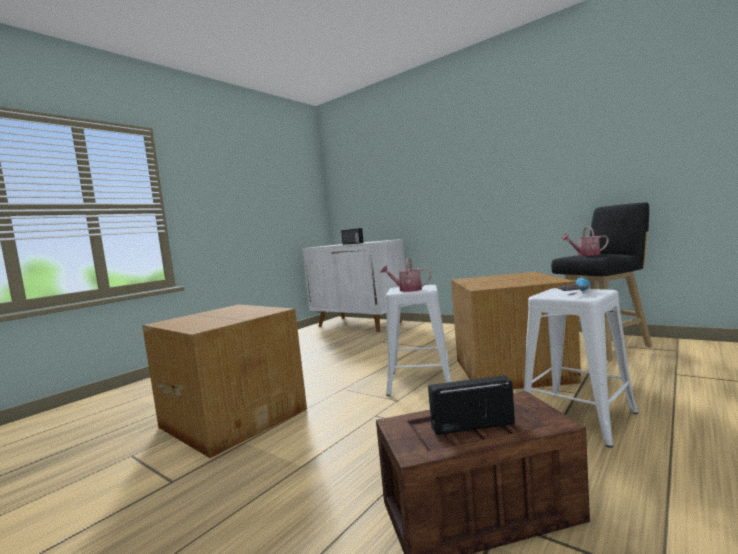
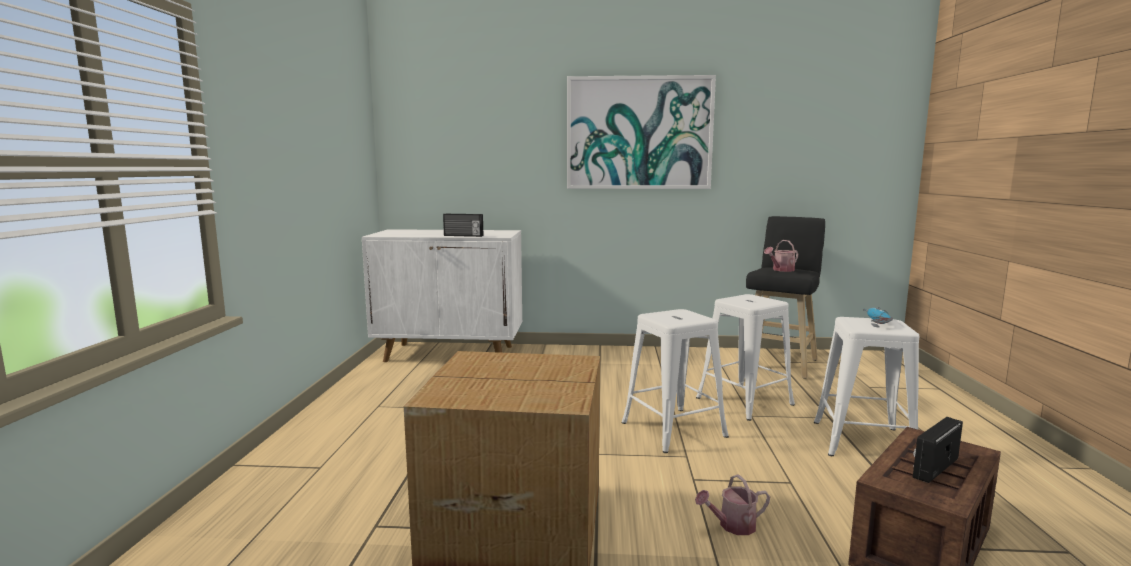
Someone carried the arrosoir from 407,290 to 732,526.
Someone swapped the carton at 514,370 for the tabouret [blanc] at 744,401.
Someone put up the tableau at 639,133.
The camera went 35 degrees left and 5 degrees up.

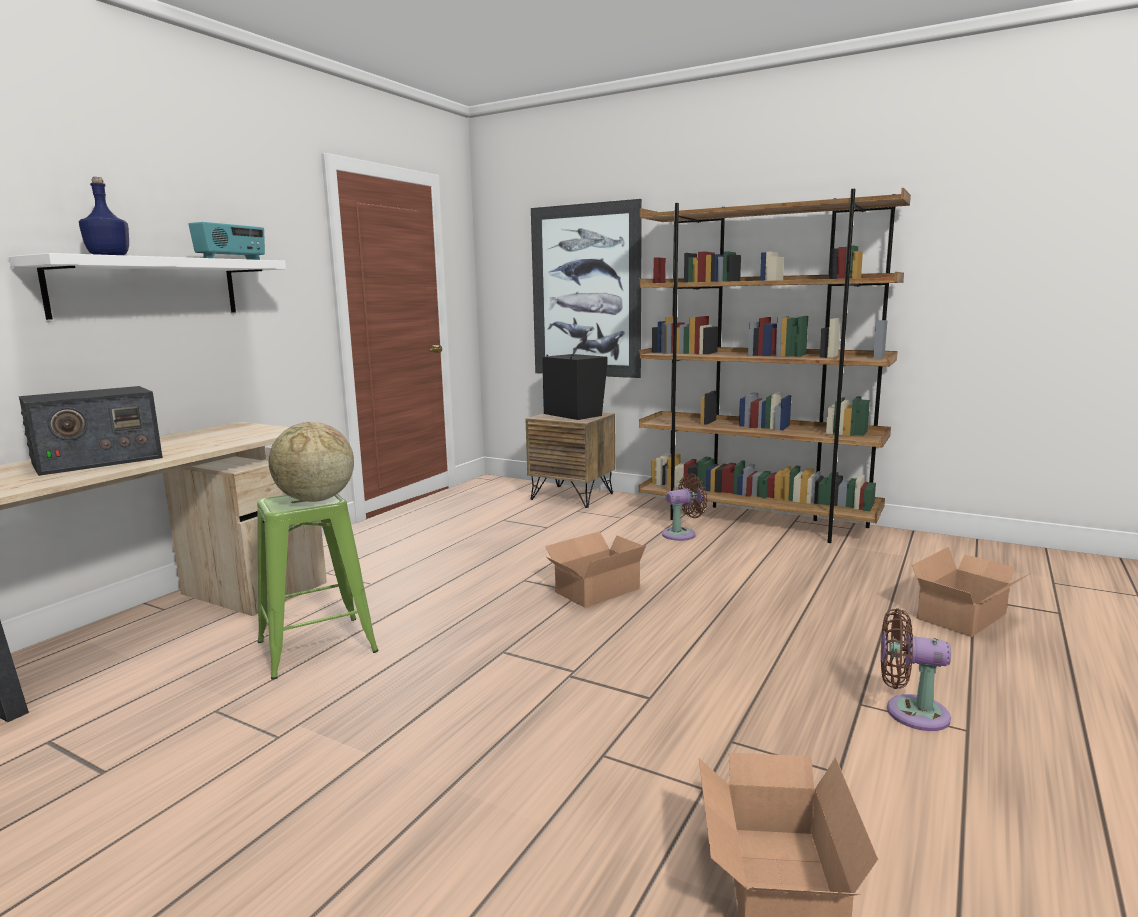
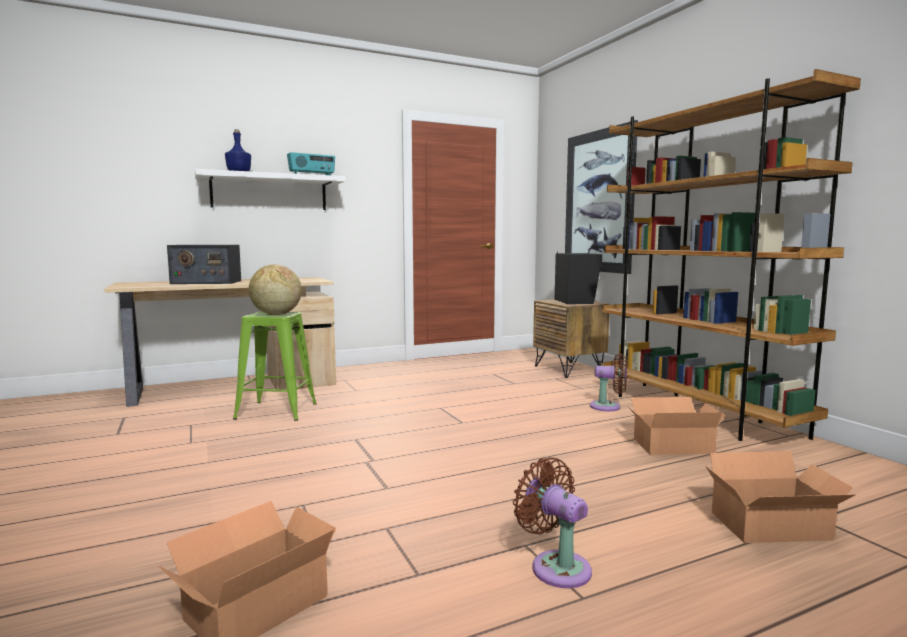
Someone carried the carton from 594,590 to 670,445.
The camera went 35 degrees right and 5 degrees down.

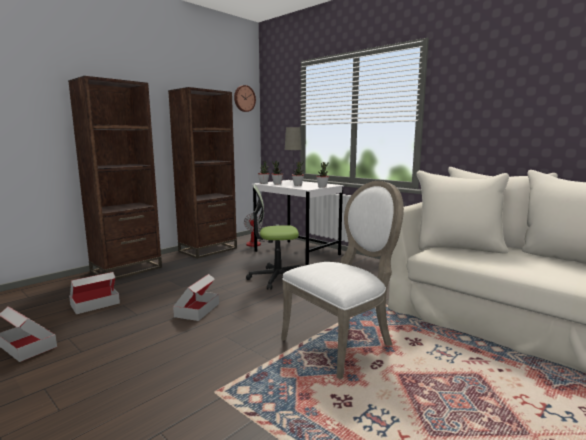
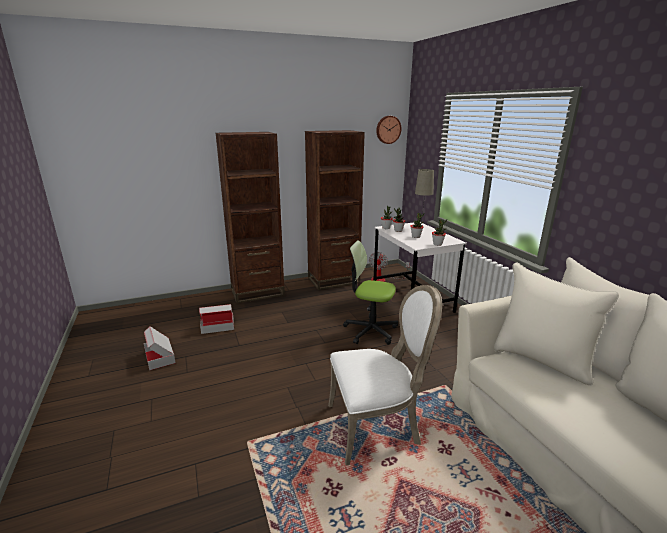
Someone took away the carton at 197,310.
The camera went 25 degrees right and 10 degrees up.

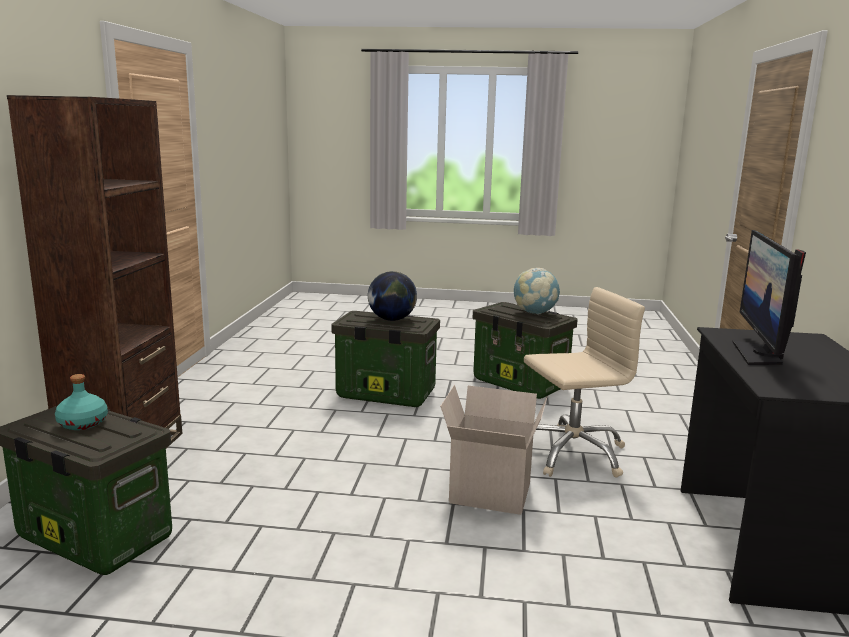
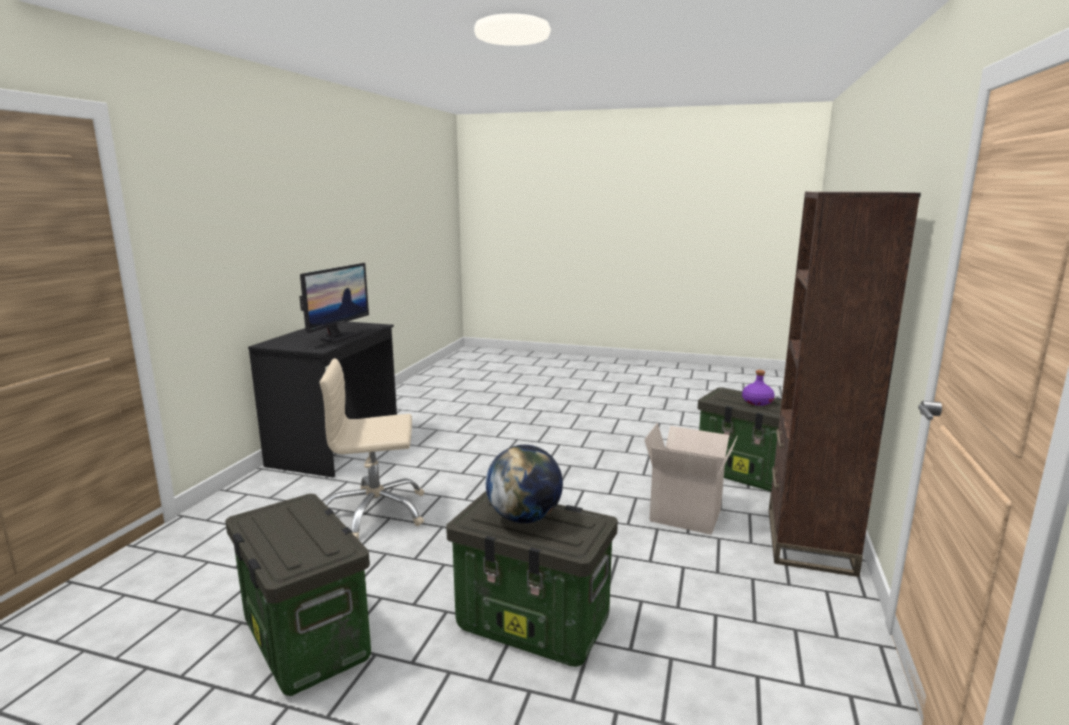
Someone repainted the bouteille [turquoise] at 83,423, which became the bouteille [violet] at 757,402.
Someone carried the carton from 488,494 to 687,514.
Someone took away the globe at 534,313.
The camera went 170 degrees left and 0 degrees up.

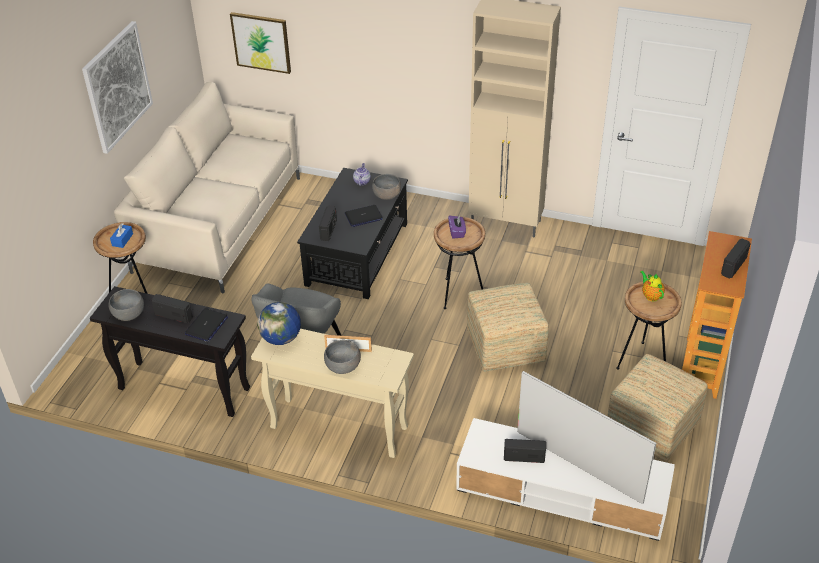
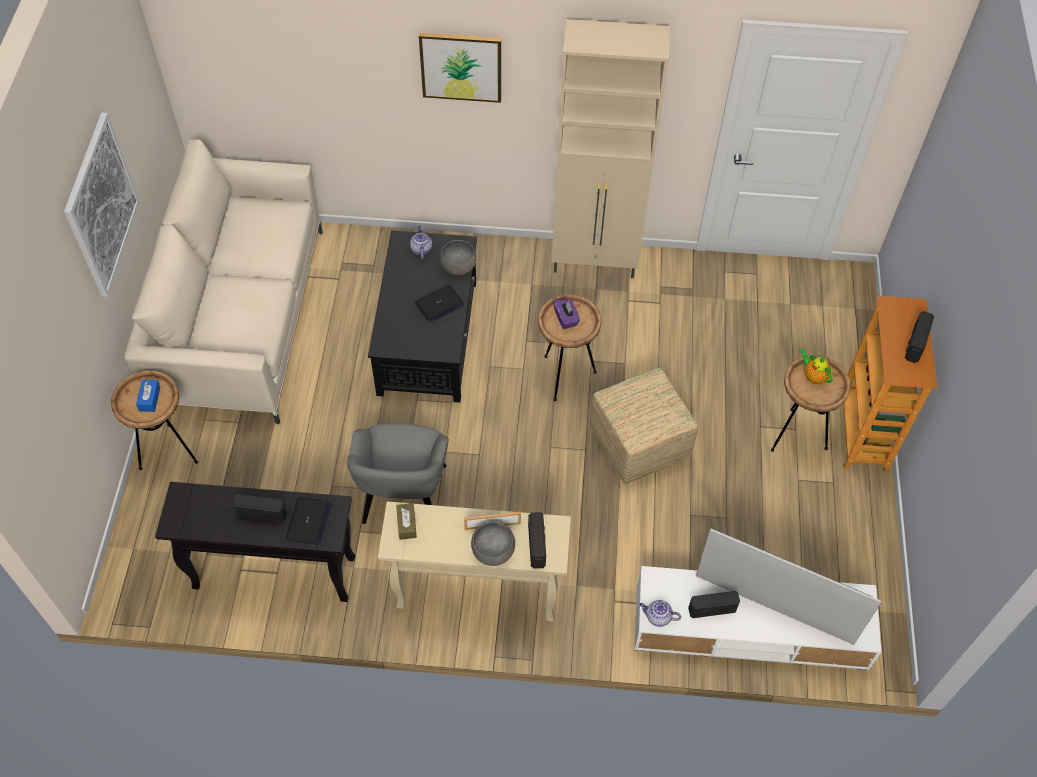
Someone took away the bol [gris] at 129,314.
Someone carried the tableau from 261,42 to 461,66.
Someone swapped the globe at 281,338 for the boîte à mouchoirs [marron] at 406,524.
Someone carried the radio from 328,230 to 537,546.
Someone took away the pouf at 652,426.
Someone put down the théière at 657,617.
The camera went 15 degrees left and 15 degrees up.

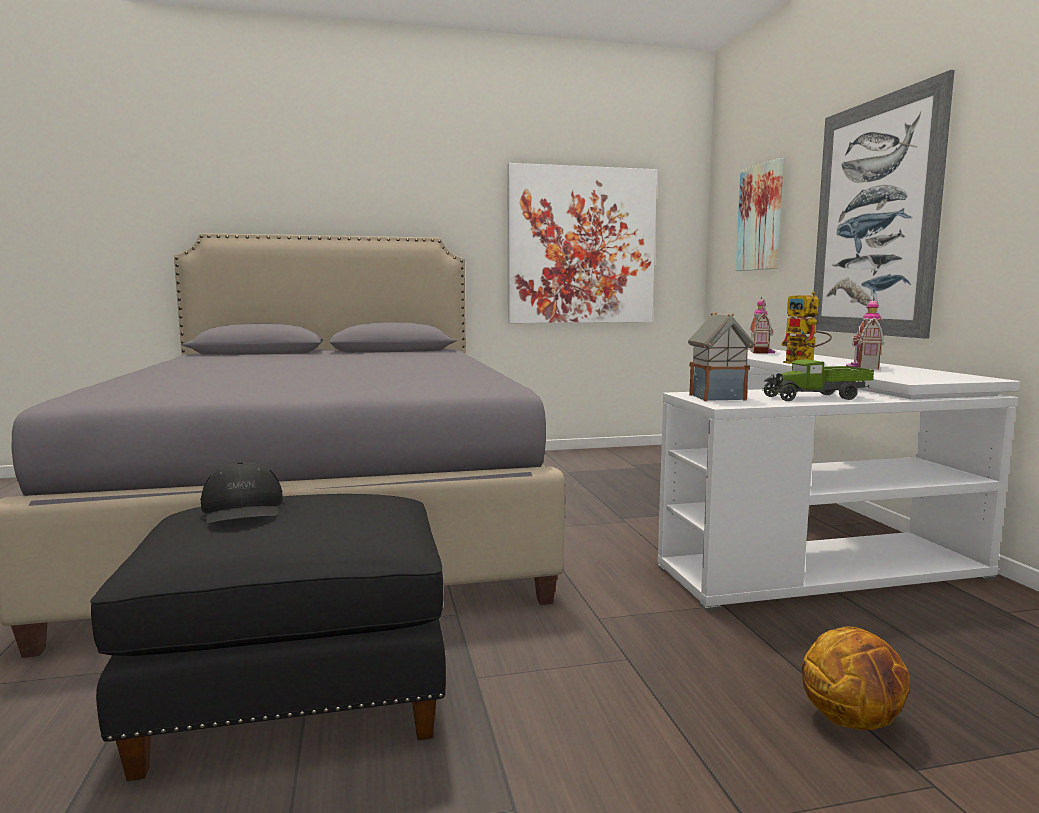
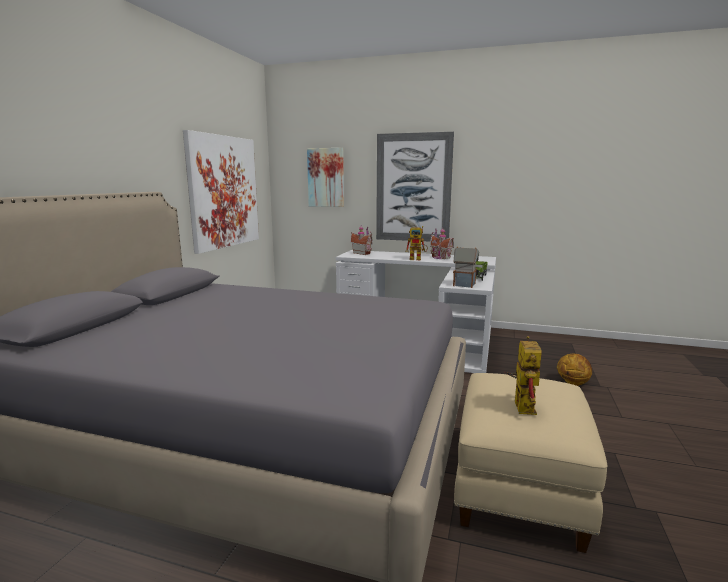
Someone repainted the pouf [noir] at 298,694, which became the pouf [beige] at 517,488.
Someone swapped the casquette [noir] at 243,509 for the robot jouet at 520,405.
The camera went 60 degrees left and 5 degrees up.

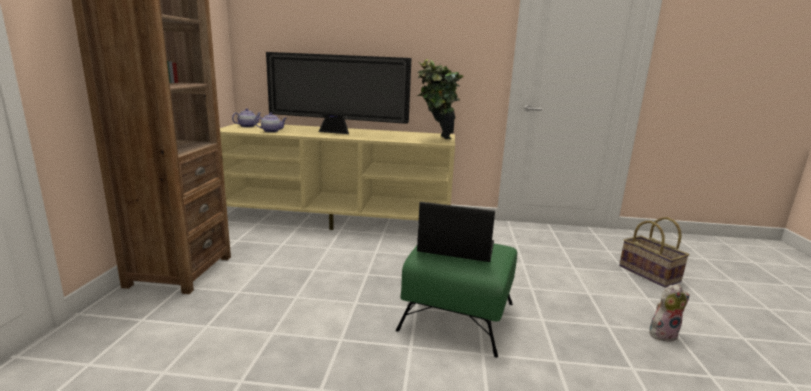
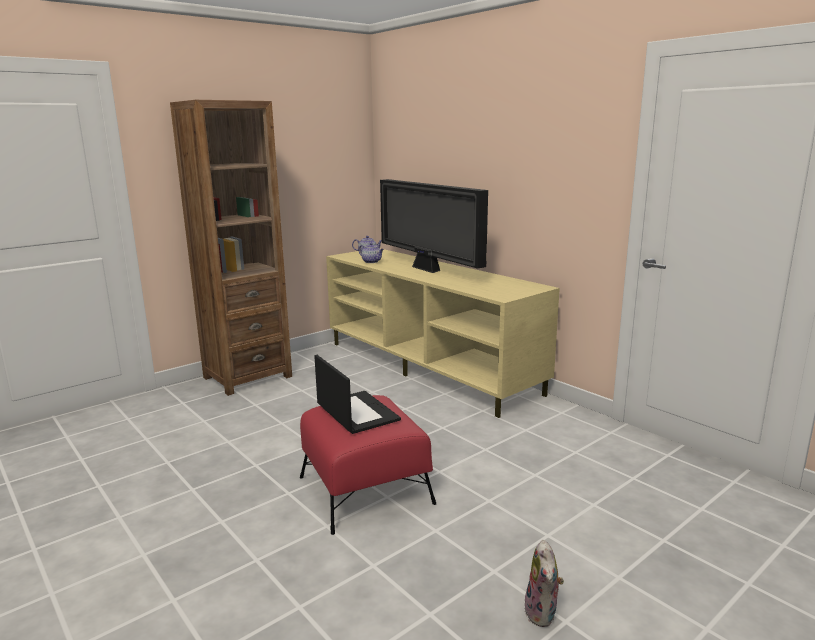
Someone repainted the pouf [vert] at 456,316, which became the pouf [rouge] at 365,489.
Someone took away the plante en pot at 436,140.
Someone took away the panier at 649,274.
Someone rotated the peluche at 662,334 by 60 degrees clockwise.
The camera went 45 degrees right and 0 degrees up.

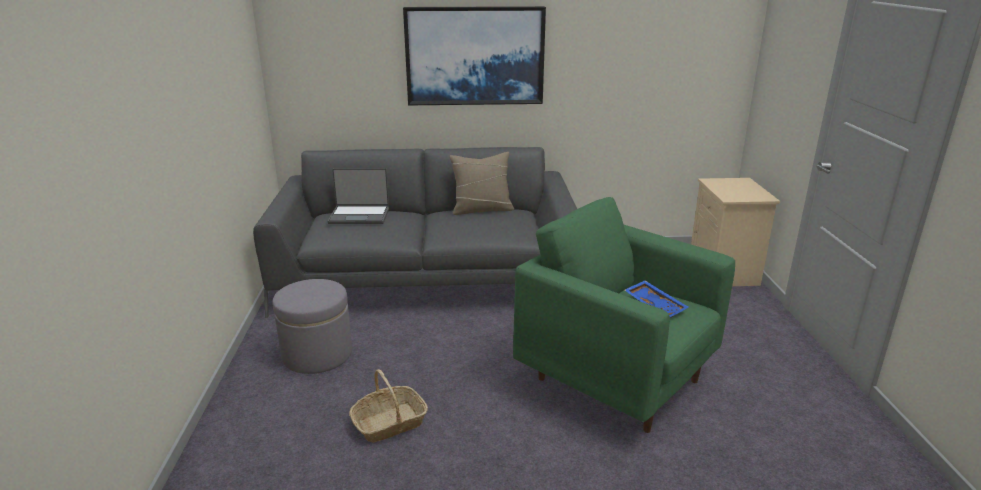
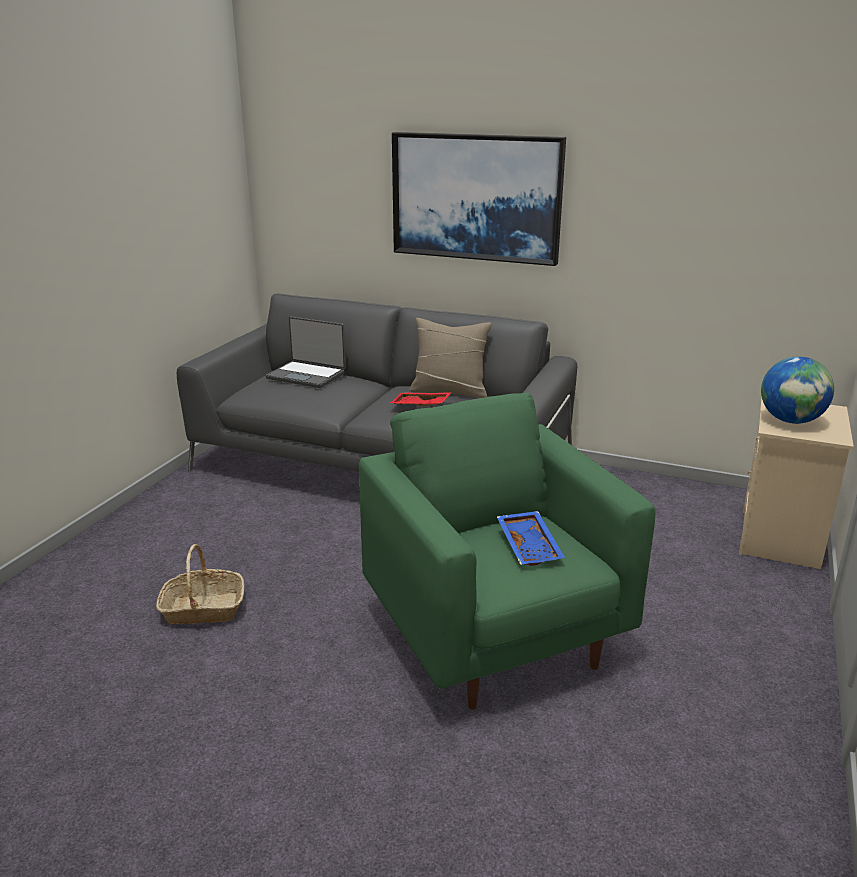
Someone took away the pouf [gris] at 317,354.
Someone put down the plateau [rouge] at 420,406.
Someone put down the globe at 791,421.
The camera went 25 degrees right and 0 degrees up.

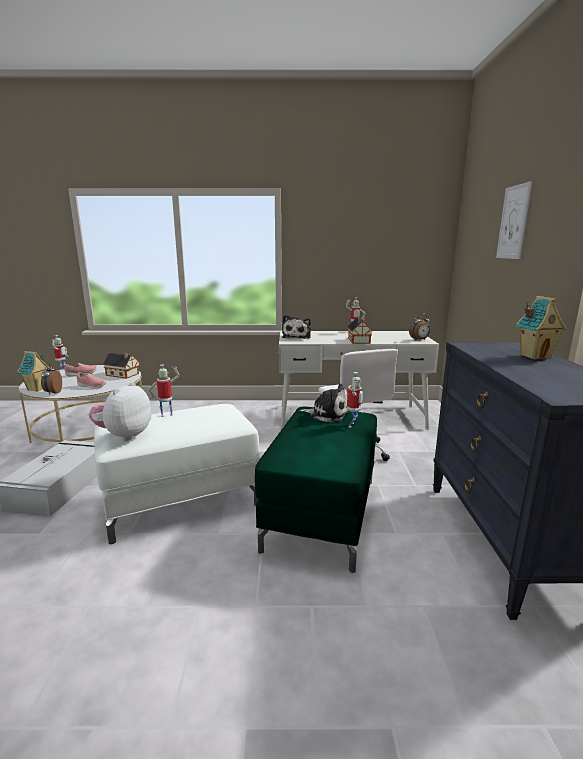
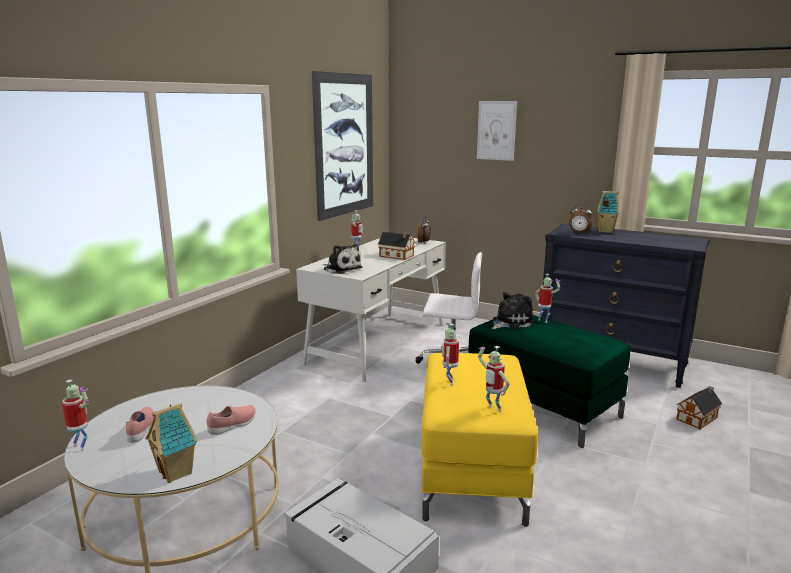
Someone carried the réveil from 53,393 to 579,233.
Someone swapped the peluche at 124,435 for the robot jouet at 492,409.
Someone repainted the pouf [blanc] at 180,501, which became the pouf [jaune] at 472,470.
Someone carried the maison miniature from 123,375 to 698,418.
Someone put up the tableau at 344,145.
The camera went 60 degrees left and 0 degrees up.

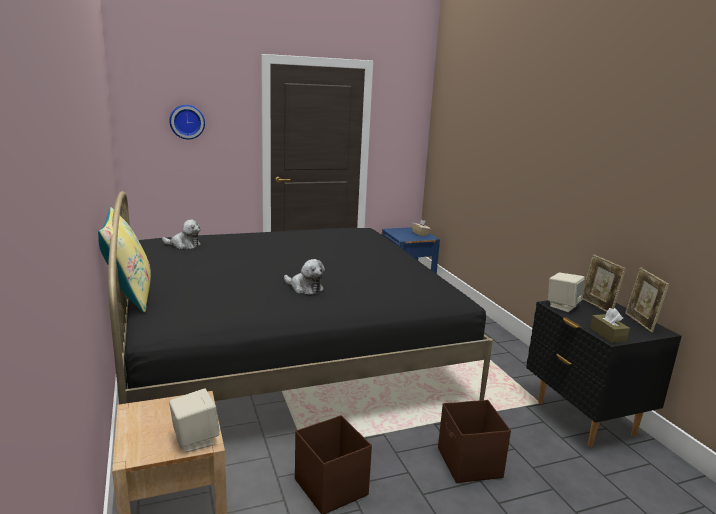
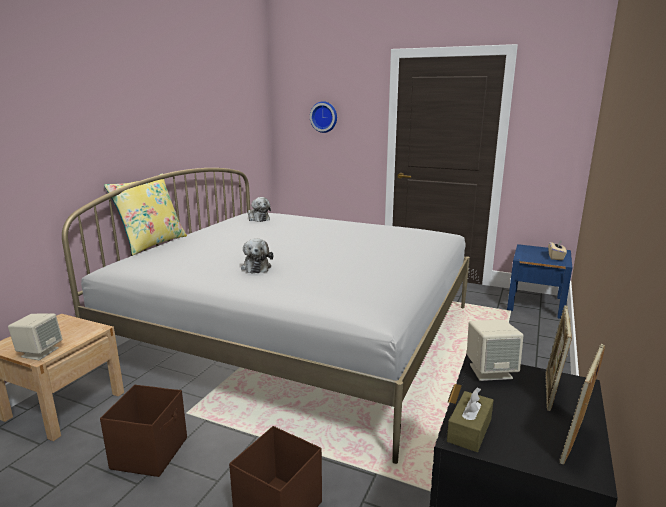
Someone repainted the lit [noir] at 285,353, which became the lit [blanc] at 298,335.
The camera went 45 degrees right and 0 degrees up.

